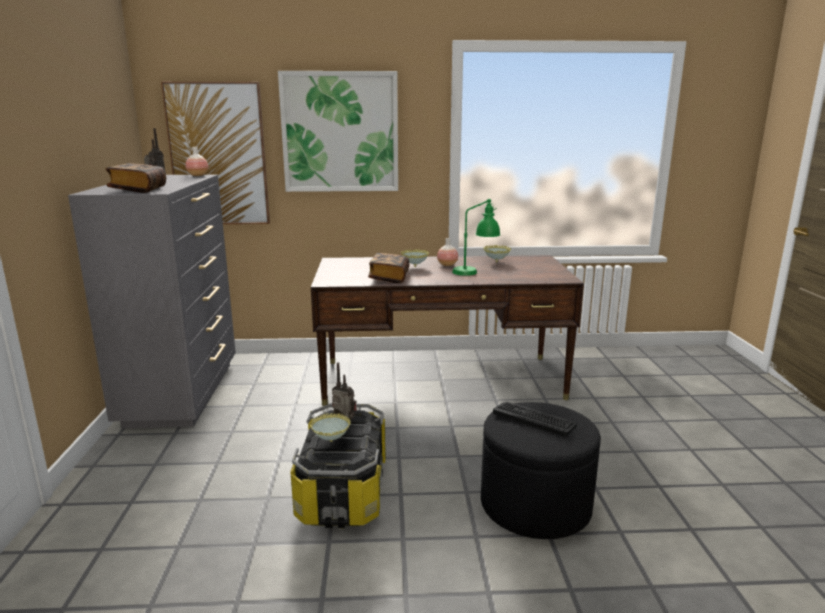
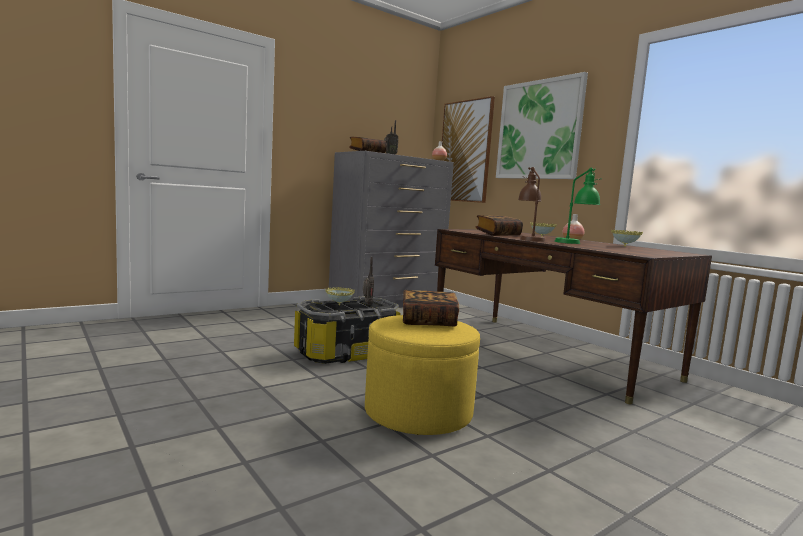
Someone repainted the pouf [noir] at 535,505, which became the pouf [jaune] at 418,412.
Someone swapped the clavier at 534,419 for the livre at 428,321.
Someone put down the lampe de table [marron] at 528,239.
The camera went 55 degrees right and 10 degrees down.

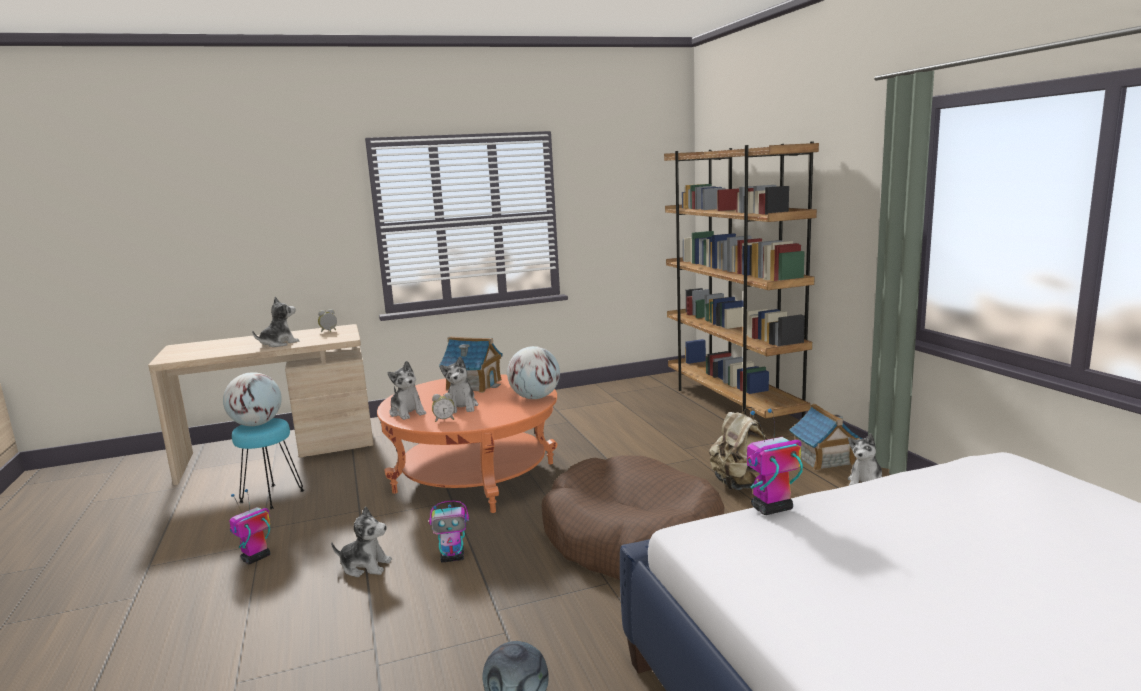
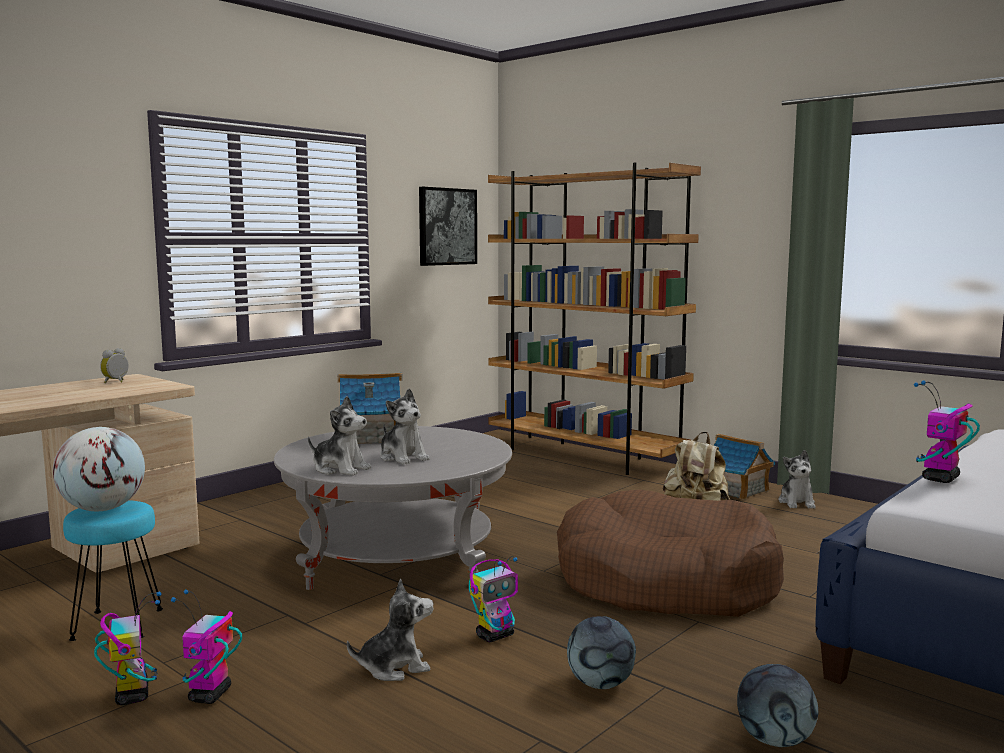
Someone took away the peluche at 279,344.
Someone repainted the table basse [orange] at 475,477, which became the table basse [gris] at 397,556.
Someone took away the réveil at 444,420.
Someone took away the globe at 535,398.
Someone put down the robot jouet at 132,695.
Someone put up the tableau at 447,226.
Someone put down the ballon de foot at 600,684.
The camera went 30 degrees left and 5 degrees down.

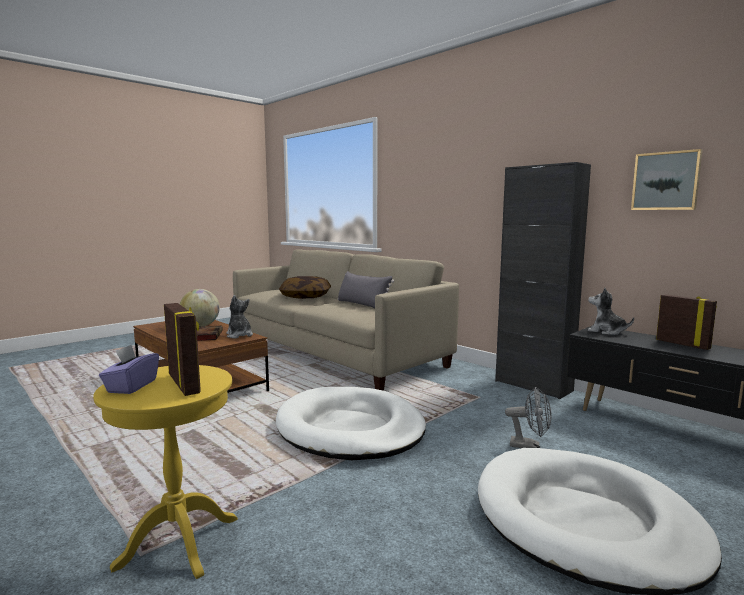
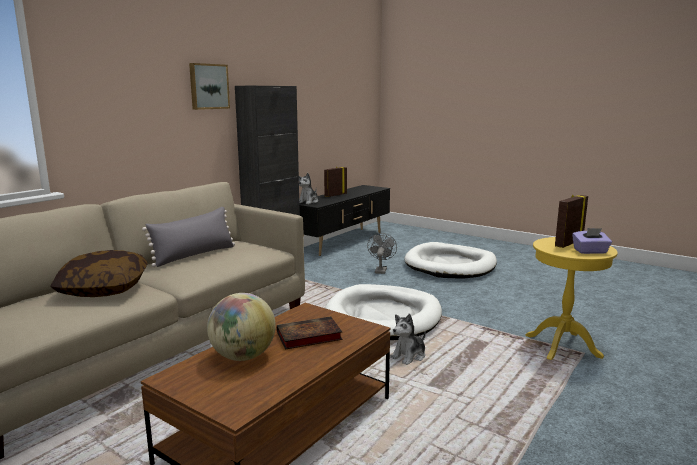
Someone carried the peluche from 239,335 to 409,356.
Someone carried the tableau from 666,181 to 208,86.
The camera went 100 degrees left and 5 degrees up.

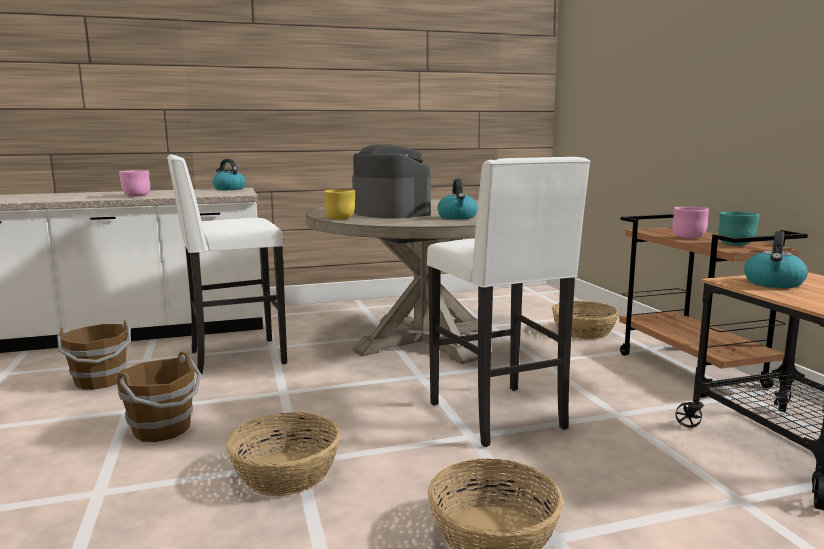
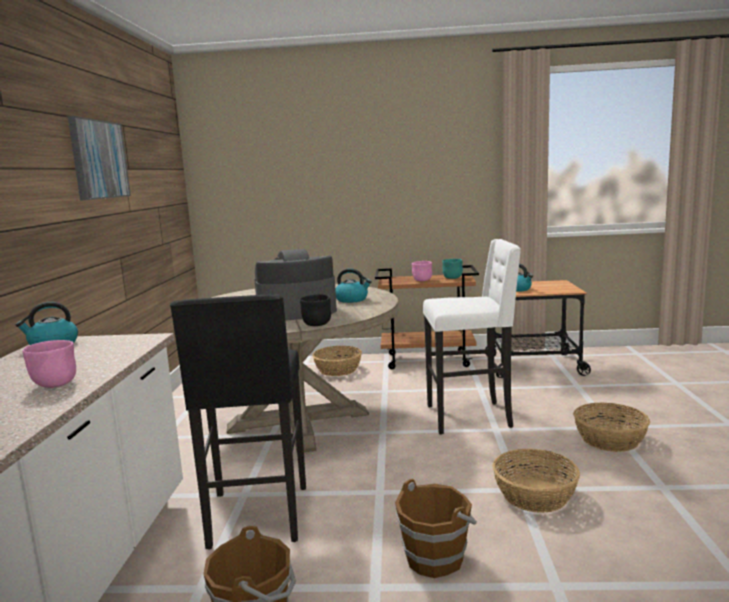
Someone repainted the tabouret [blanc] at 235,357, which became the tabouret [noir] at 257,518.
Someone repainted the bol [jaune] at 340,219, which became the bol [noir] at 316,324.
Someone put up the tableau at 99,159.
The camera went 70 degrees left and 0 degrees up.

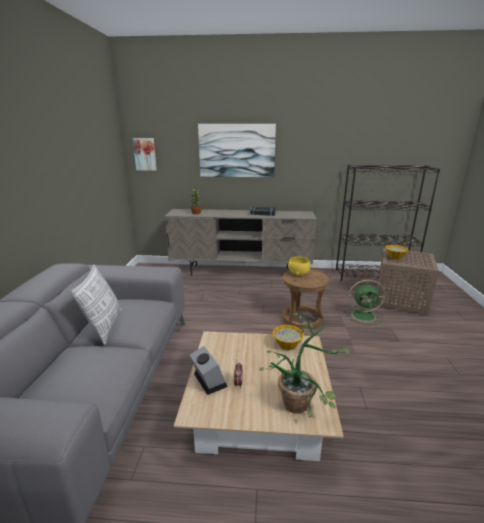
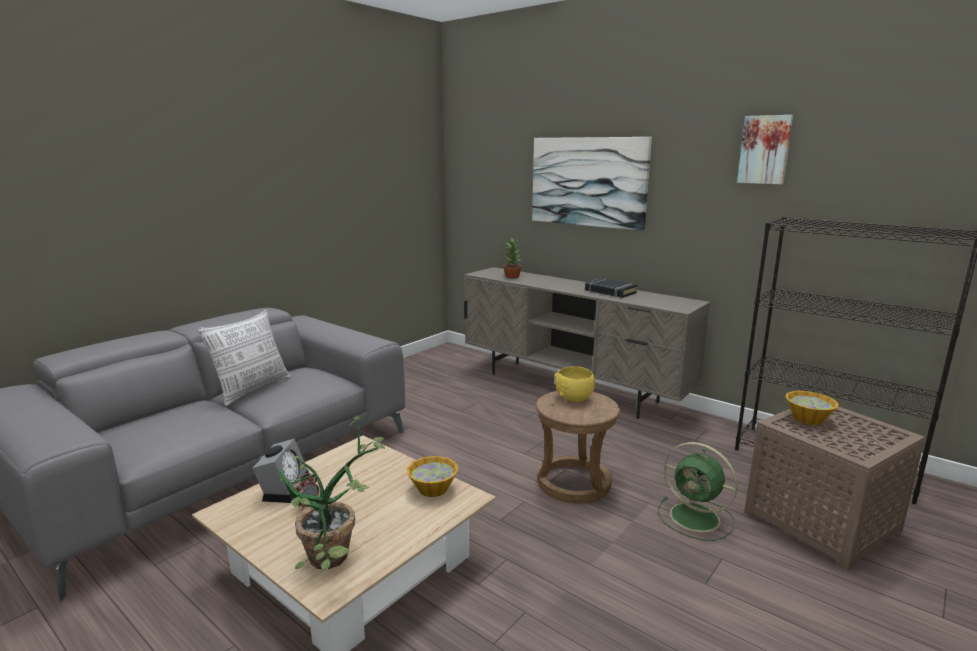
Someone carried the tableau from 145,154 to 765,150.
The camera went 35 degrees right and 5 degrees down.

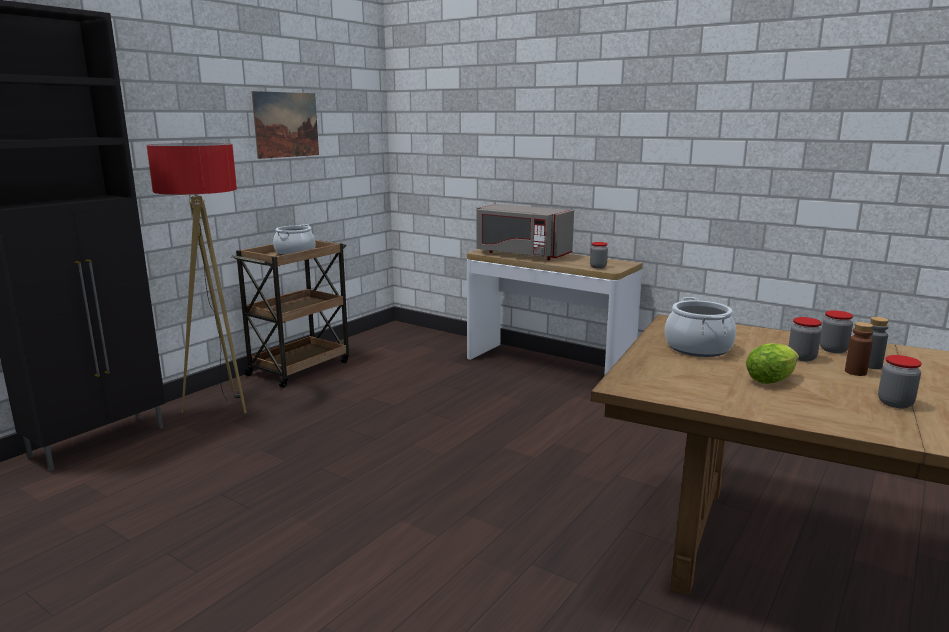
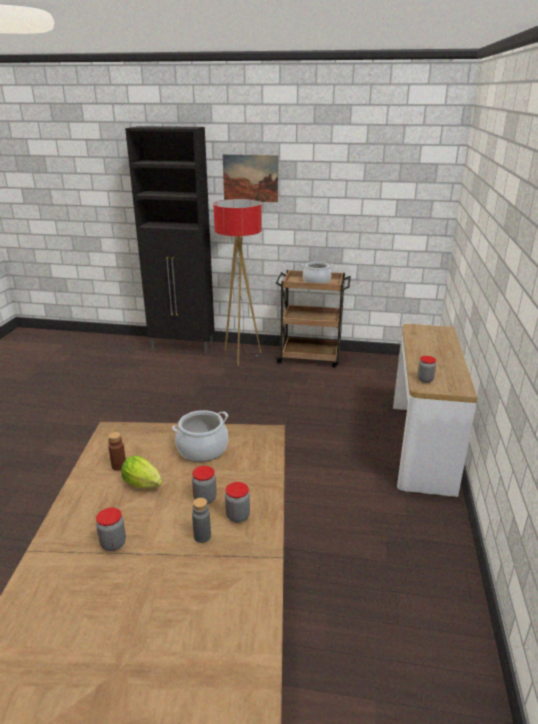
Someone carried the tableau from 286,124 to 250,178.
Someone took away the micro-ondes [gris] at 521,254.
Someone carried the bouteille [marron] from 855,372 to 119,466.
The camera went 65 degrees right and 10 degrees up.

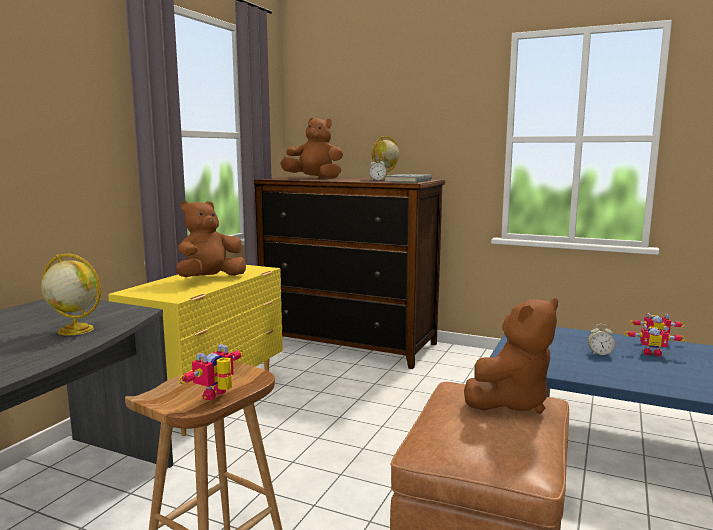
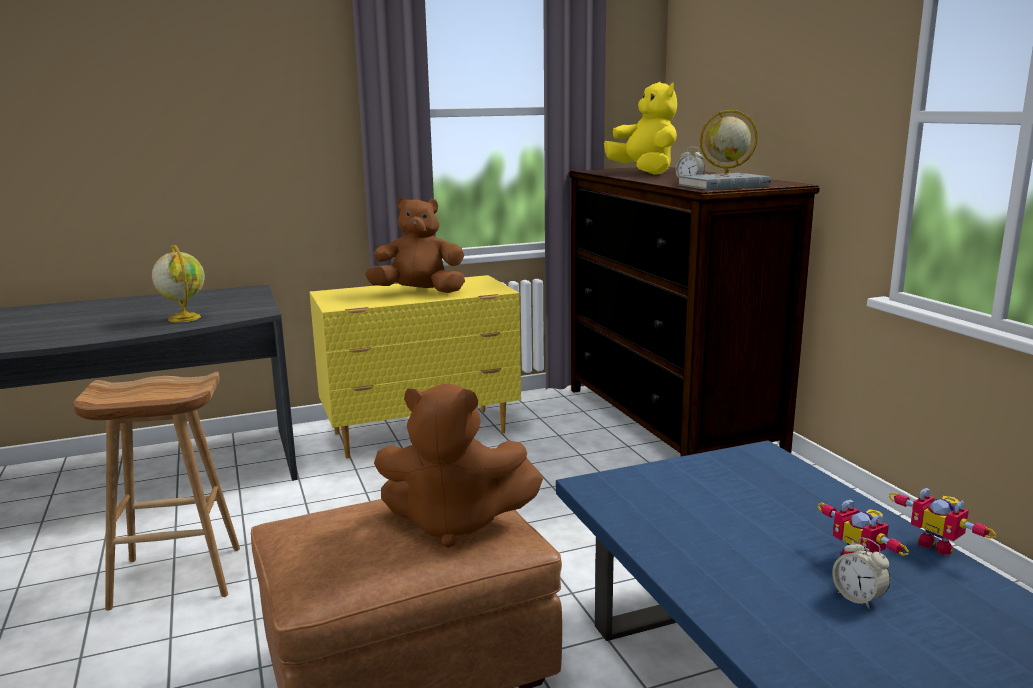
Someone took away the robot jouet at 218,396.
Someone repainted the peluche [marron] at 314,178, which became the peluche [jaune] at 644,173.
Someone carried the réveil from 599,353 to 858,598.
The camera went 45 degrees right and 5 degrees up.

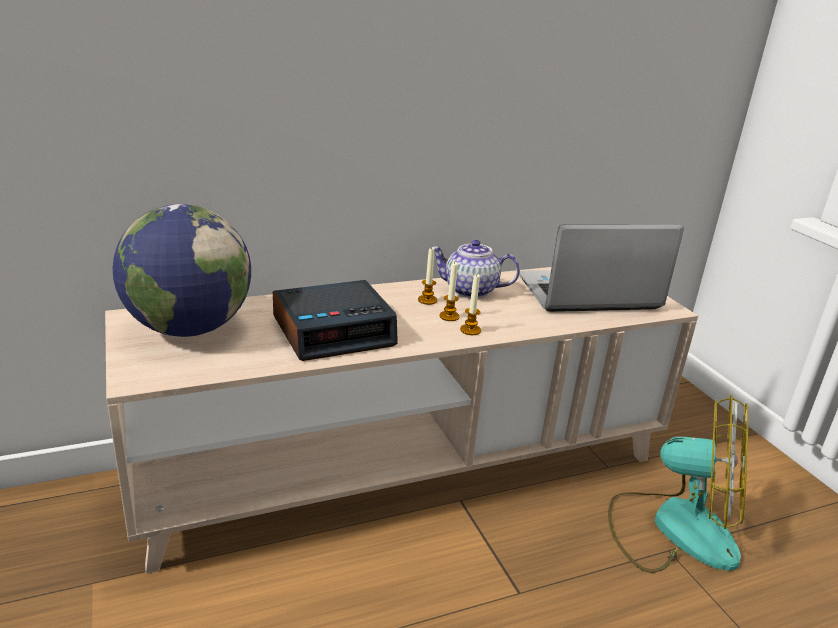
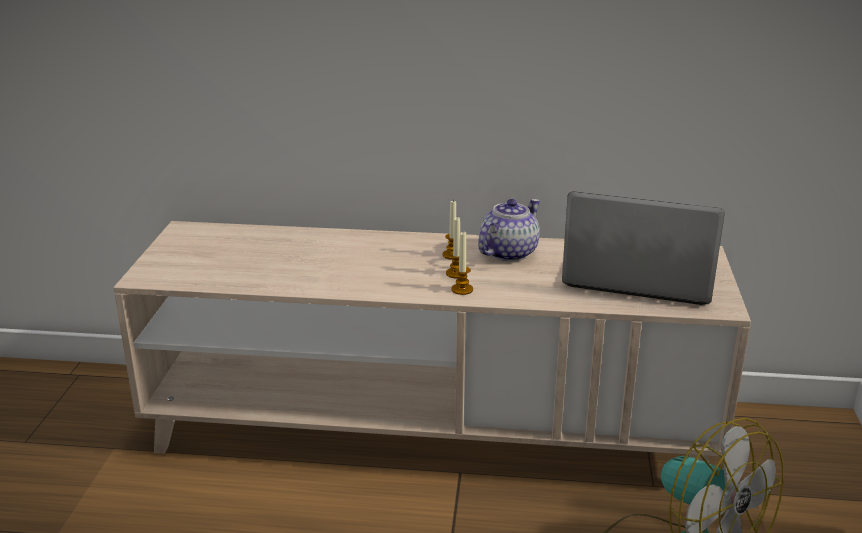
Someone took away the globe at 188,328.
Someone took away the réveil at 334,331.
Someone rotated the théière at 470,290 by 90 degrees clockwise.
The camera went 30 degrees right and 0 degrees up.

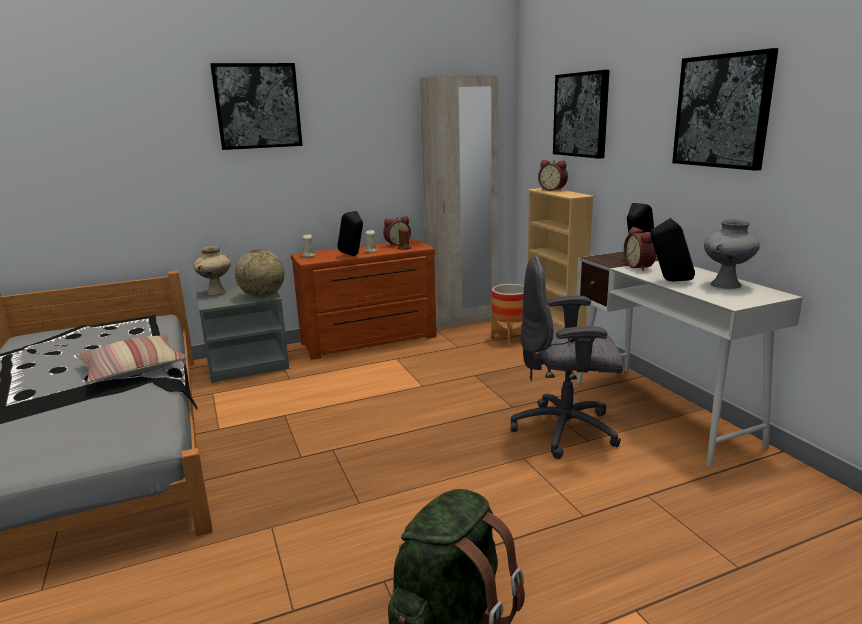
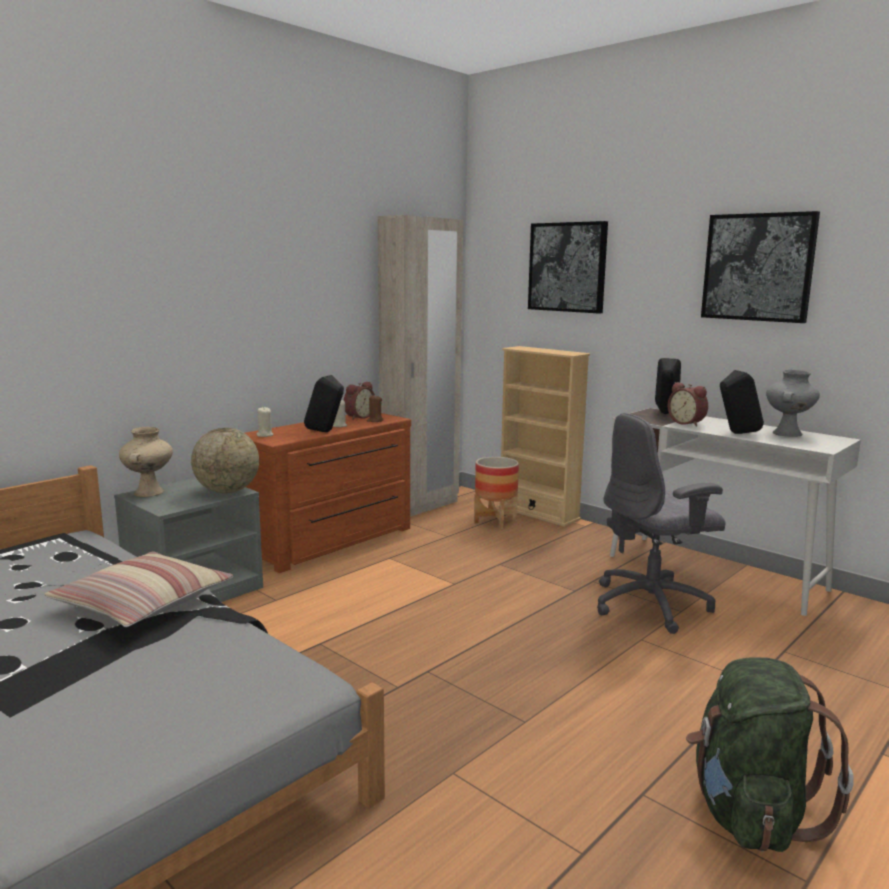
Someone took away the tableau at 257,106.
Someone took away the réveil at 553,190.
The camera went 25 degrees left and 5 degrees down.

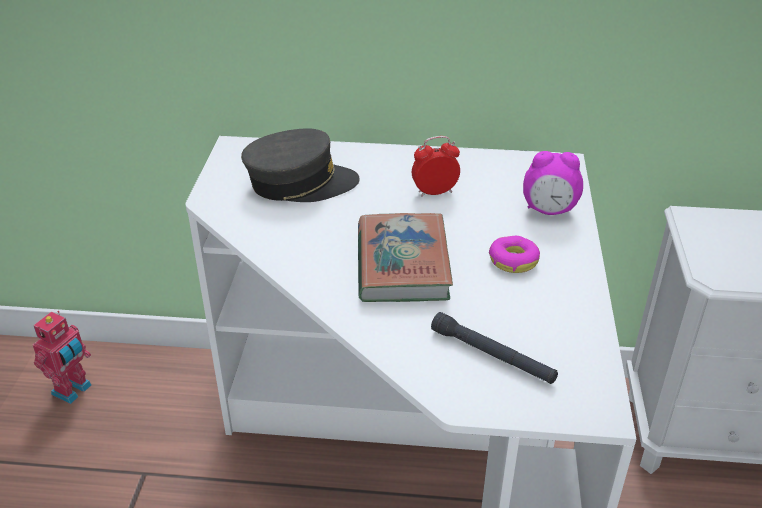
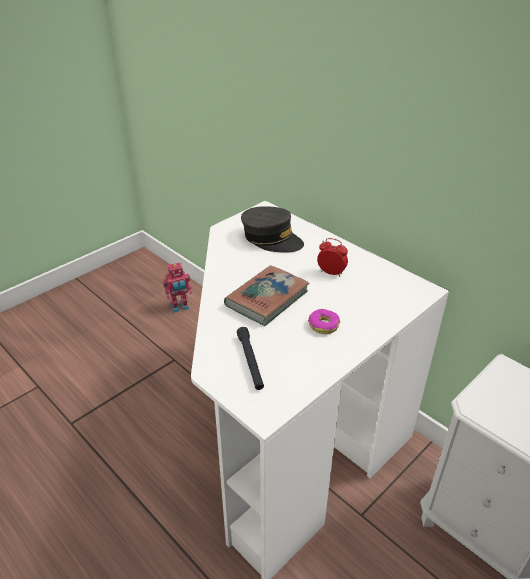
Someone took away the réveil at 549,211.
The camera went 40 degrees right and 0 degrees up.

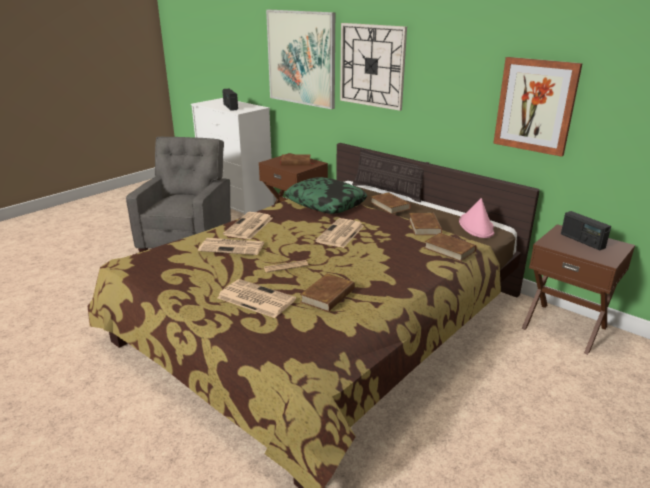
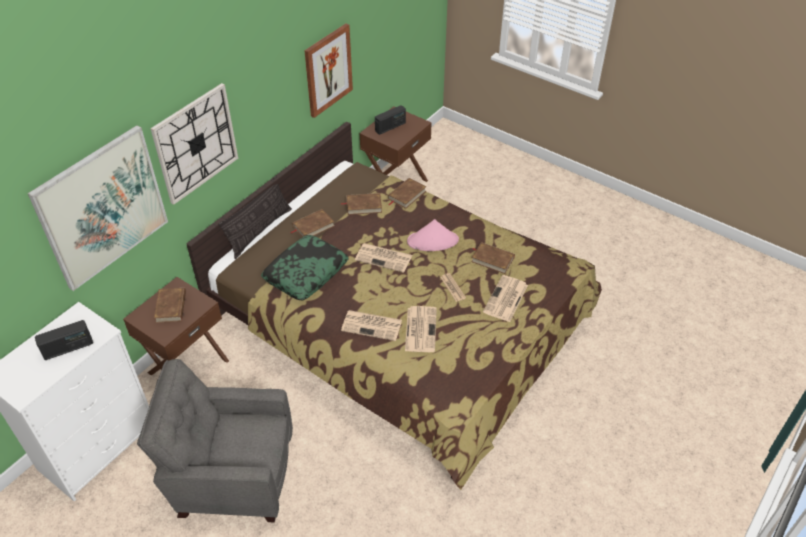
Someone carried the chapeau [rose] from 476,226 to 433,241.
The camera went 95 degrees left and 20 degrees up.

